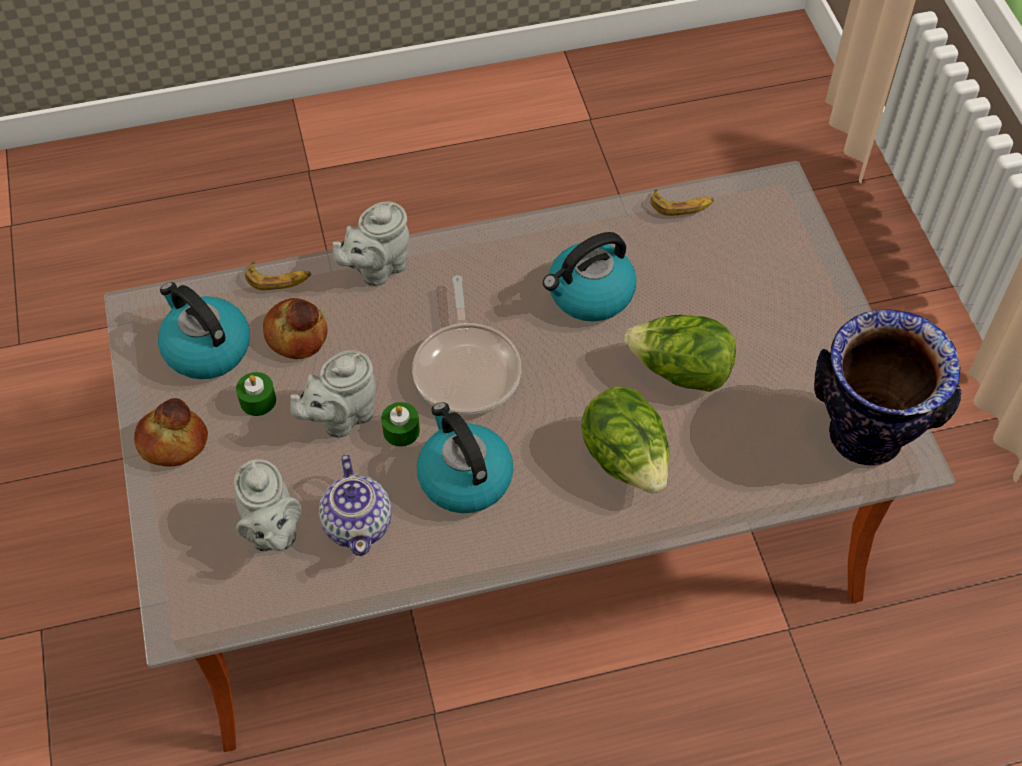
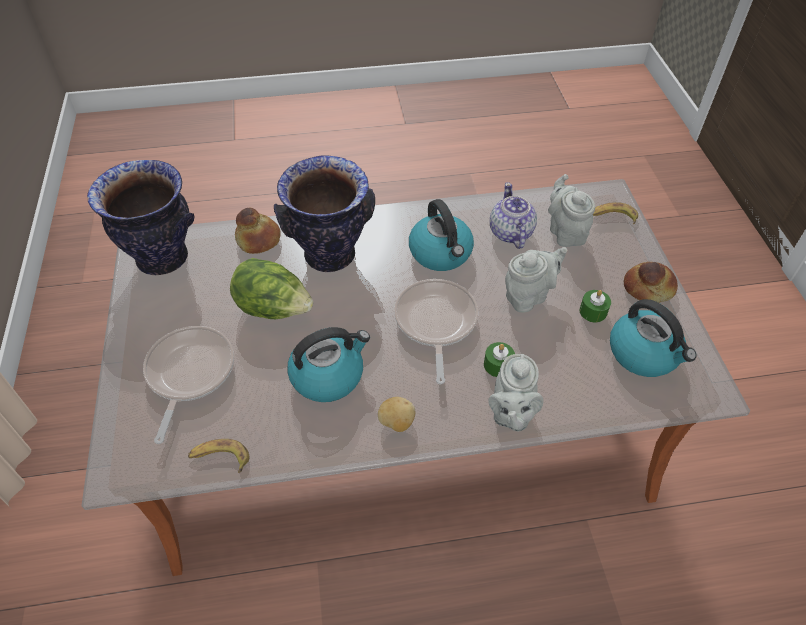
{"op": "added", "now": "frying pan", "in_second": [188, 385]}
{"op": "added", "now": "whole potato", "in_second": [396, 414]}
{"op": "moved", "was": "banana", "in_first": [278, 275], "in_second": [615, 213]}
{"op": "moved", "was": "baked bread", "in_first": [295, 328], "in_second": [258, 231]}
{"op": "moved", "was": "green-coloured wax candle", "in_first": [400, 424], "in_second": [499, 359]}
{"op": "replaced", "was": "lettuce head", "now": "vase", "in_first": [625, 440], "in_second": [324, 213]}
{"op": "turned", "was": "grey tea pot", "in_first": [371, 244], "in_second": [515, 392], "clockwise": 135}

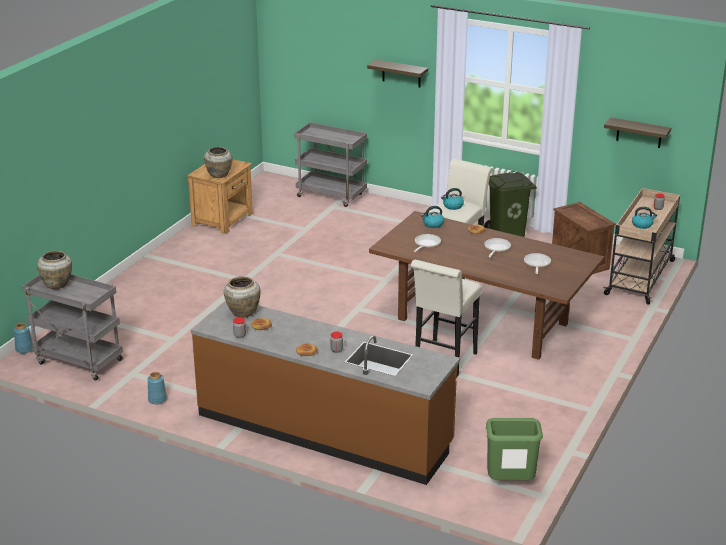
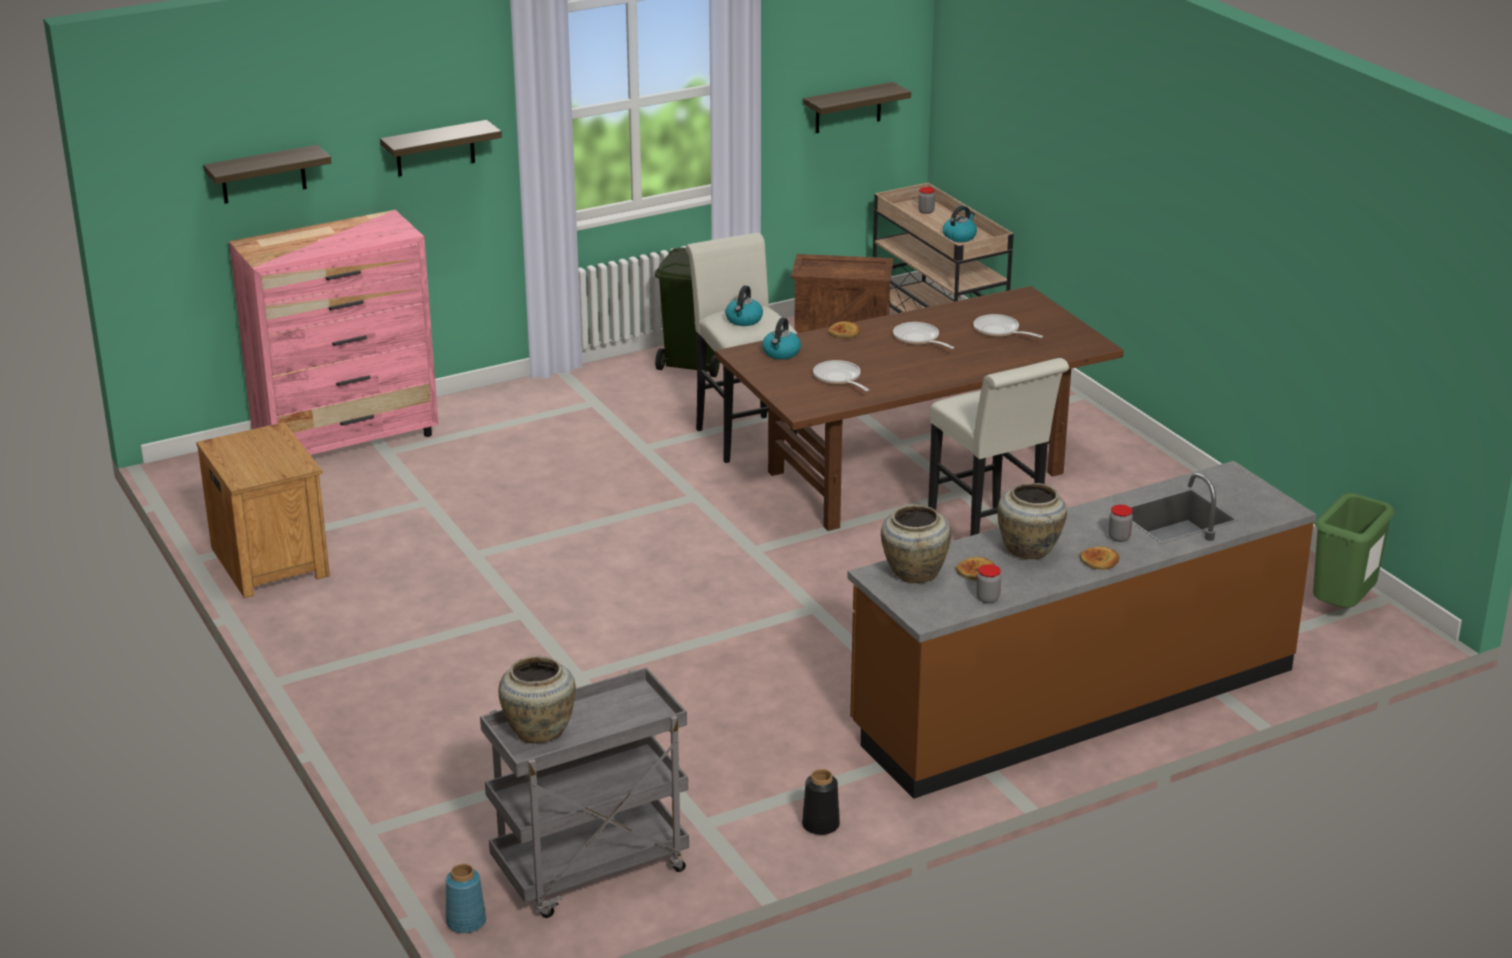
{"op": "added", "now": "shelf", "in_second": [267, 174]}
{"op": "moved", "was": "beige vase", "in_first": [218, 162], "in_second": [1032, 521]}
{"op": "replaced", "was": "grey trolley", "now": "pinkish dresser", "in_first": [330, 164], "in_second": [333, 332]}
{"op": "recoloured", "was": "blue vase", "now": "black-coloured vase", "in_first": [157, 388], "in_second": [821, 802]}

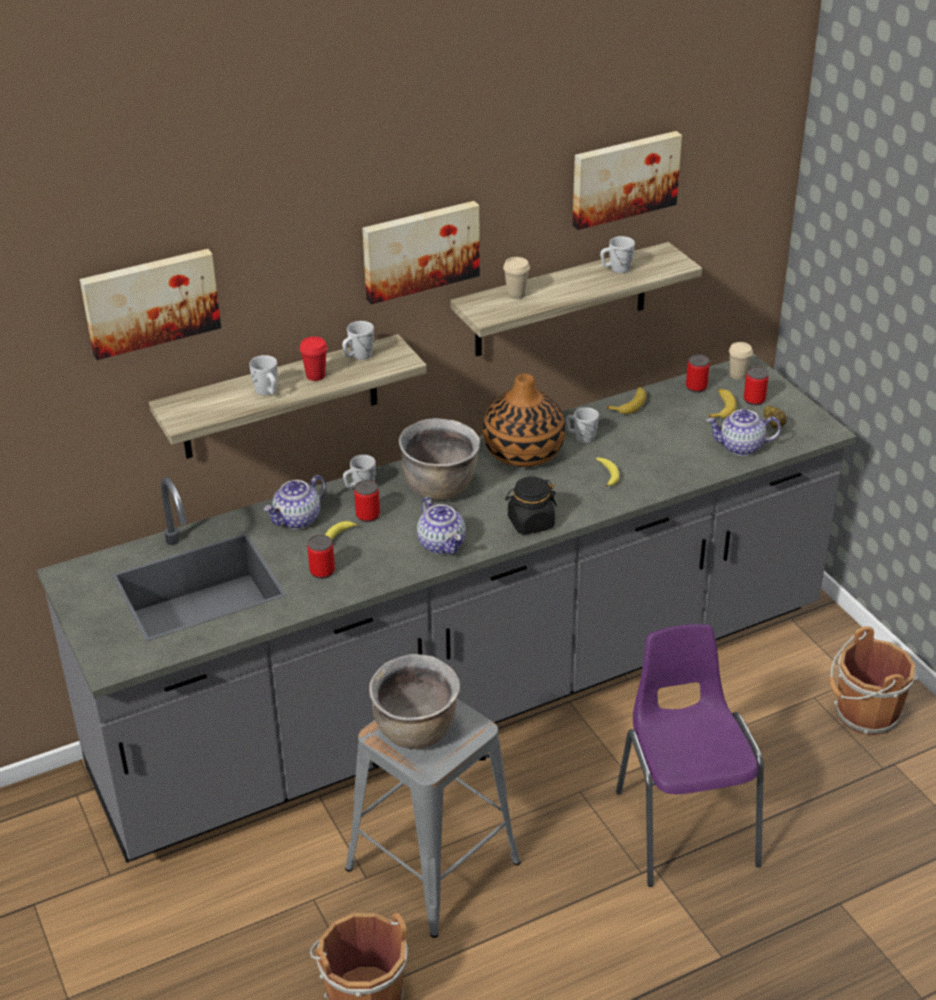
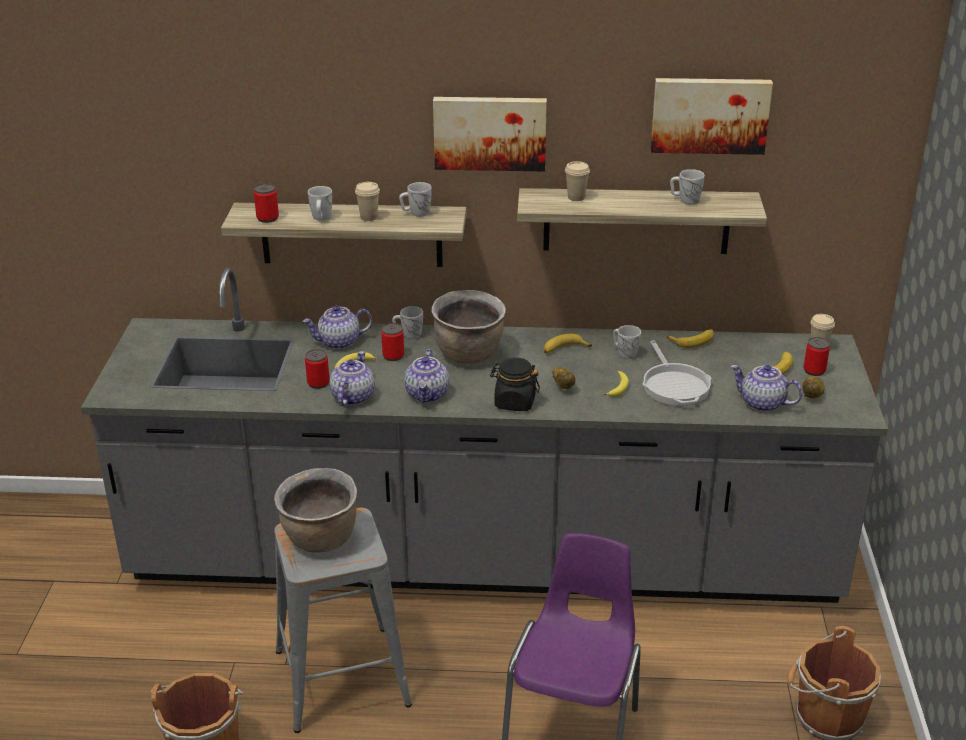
{"op": "removed", "was": "picture", "in_first": [150, 304]}
{"op": "added", "now": "tea pot", "in_second": [352, 378]}
{"op": "added", "now": "whole potato", "in_second": [564, 378]}
{"op": "added", "now": "frying pan", "in_second": [677, 373]}
{"op": "moved", "was": "can", "in_first": [698, 373], "in_second": [266, 203]}
{"op": "replaced", "was": "vase", "now": "banana", "in_first": [524, 420], "in_second": [568, 343]}
{"op": "recoloured", "was": "red-coloured small cup", "now": "beige small cup", "in_first": [314, 359], "in_second": [367, 201]}

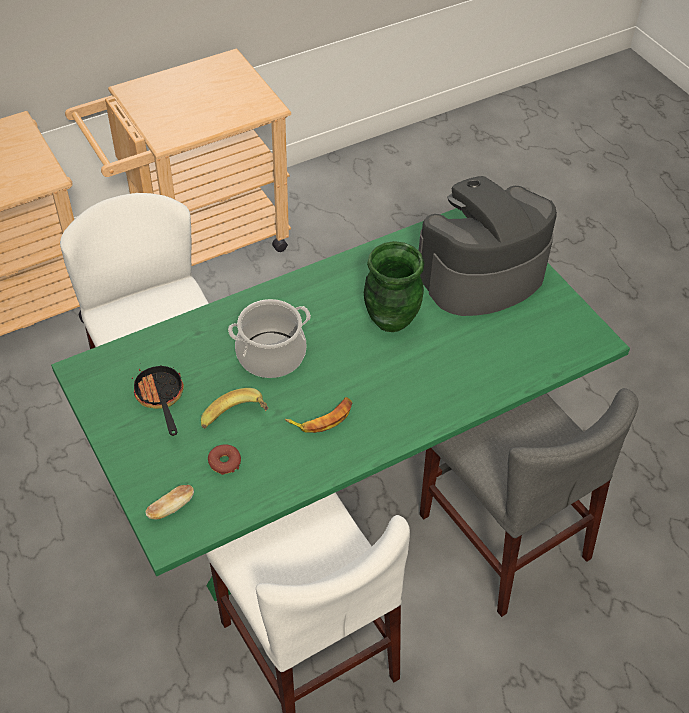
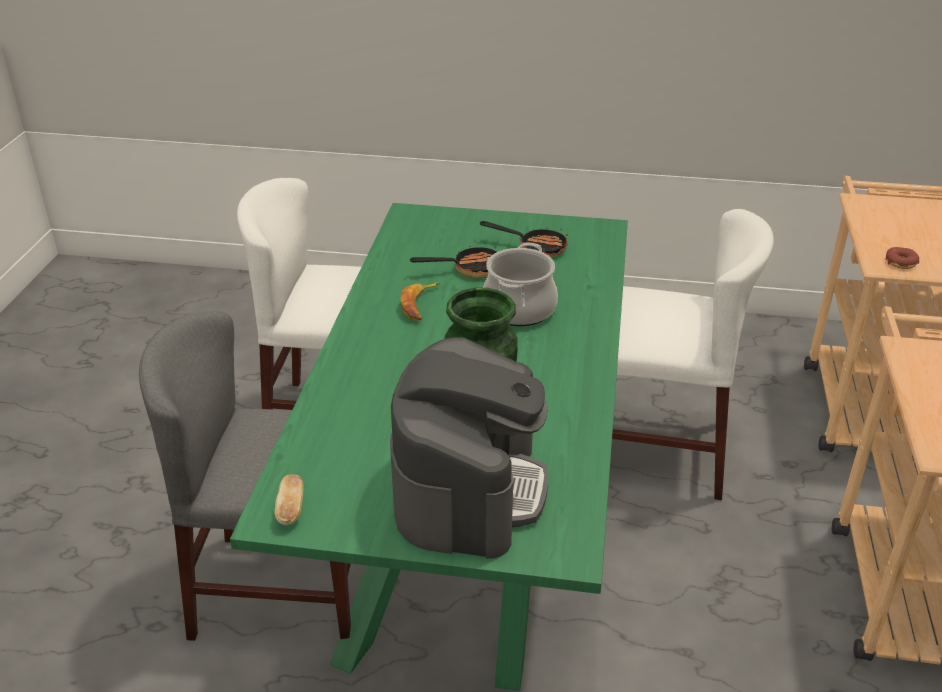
{"op": "moved", "was": "baked bread", "in_first": [169, 502], "in_second": [289, 499]}
{"op": "moved", "was": "ring doughnut", "in_first": [224, 459], "in_second": [902, 258]}
{"op": "replaced", "was": "banana", "now": "frying pan", "in_first": [234, 408], "in_second": [454, 260]}

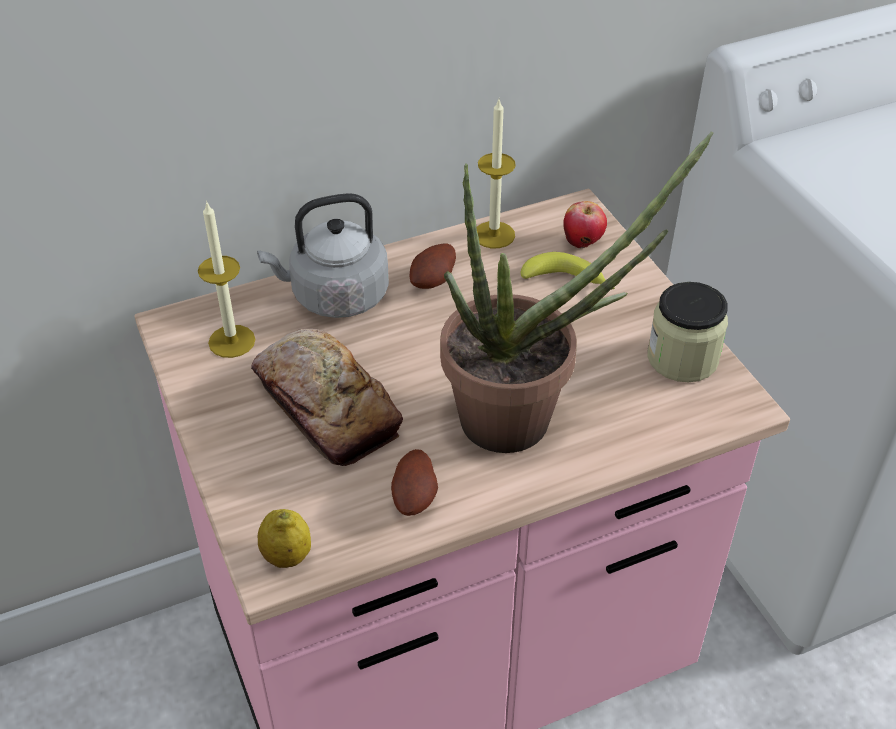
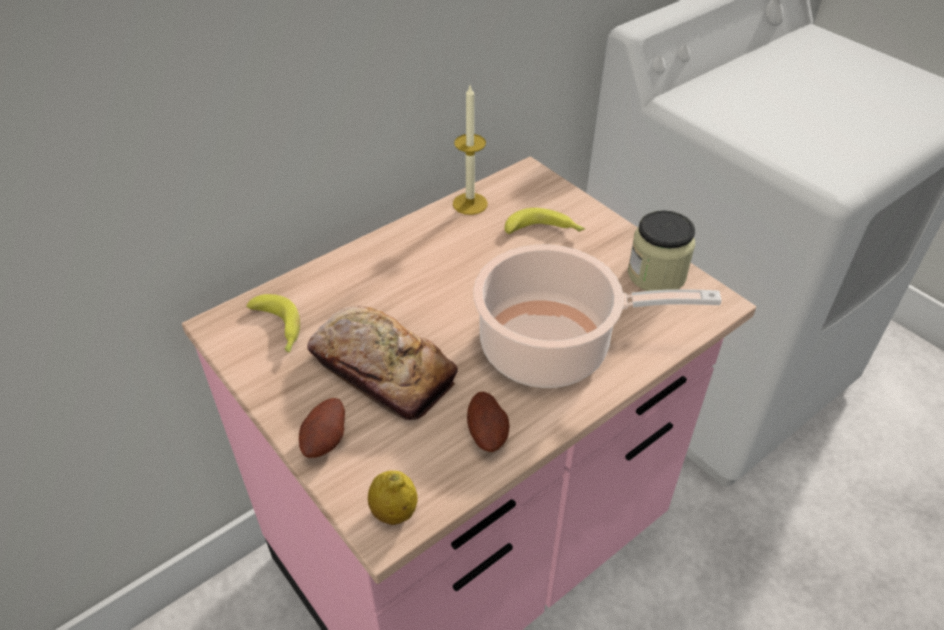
{"op": "removed", "was": "grey water kettle", "in_first": [323, 255]}
{"op": "removed", "was": "apple fruit", "in_first": [585, 225]}
{"op": "moved", "was": "whole potato", "in_first": [432, 266], "in_second": [322, 428]}
{"op": "replaced", "was": "wax candle", "now": "banana", "in_first": [226, 279], "in_second": [273, 323]}
{"op": "replaced", "was": "houseplant", "now": "stockpot", "in_first": [577, 292], "in_second": [597, 316]}

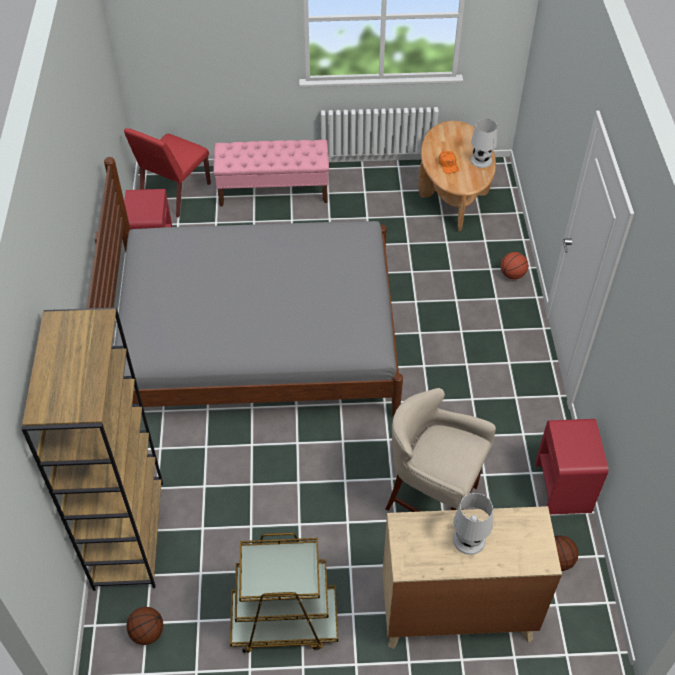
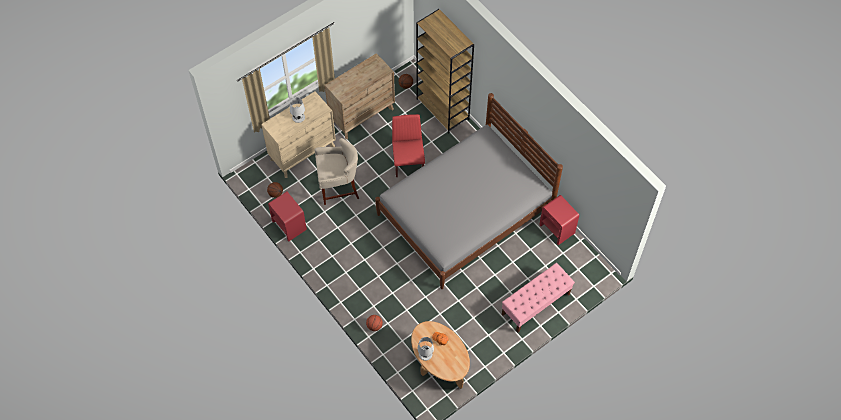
{"op": "moved", "was": "red-coloured upright chair", "in_first": [167, 173], "in_second": [408, 145]}
{"op": "replaced", "was": "brown trolley", "now": "brown dresser", "in_first": [284, 593], "in_second": [360, 96]}

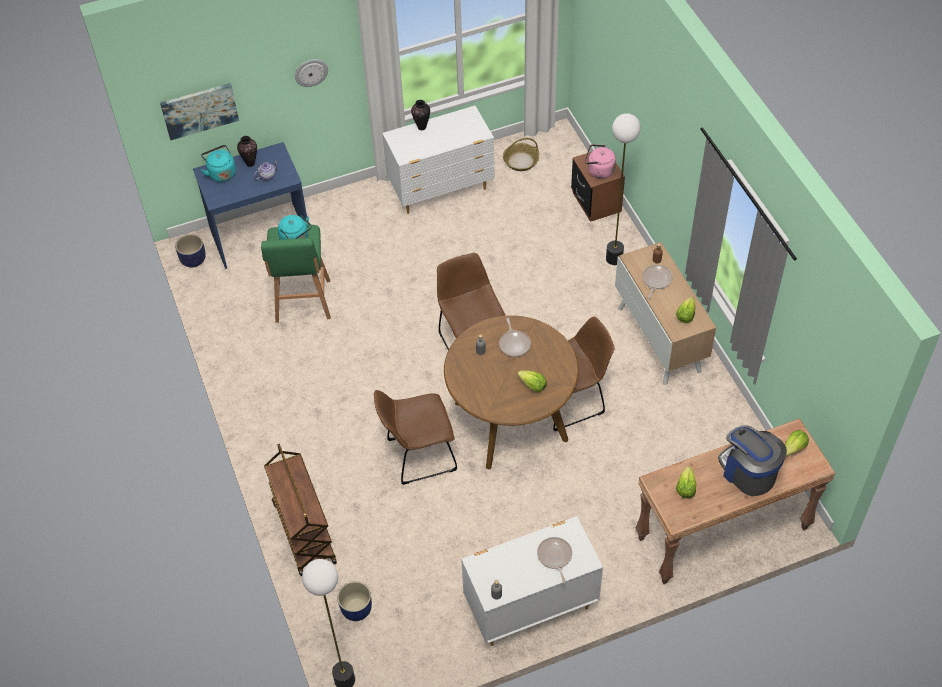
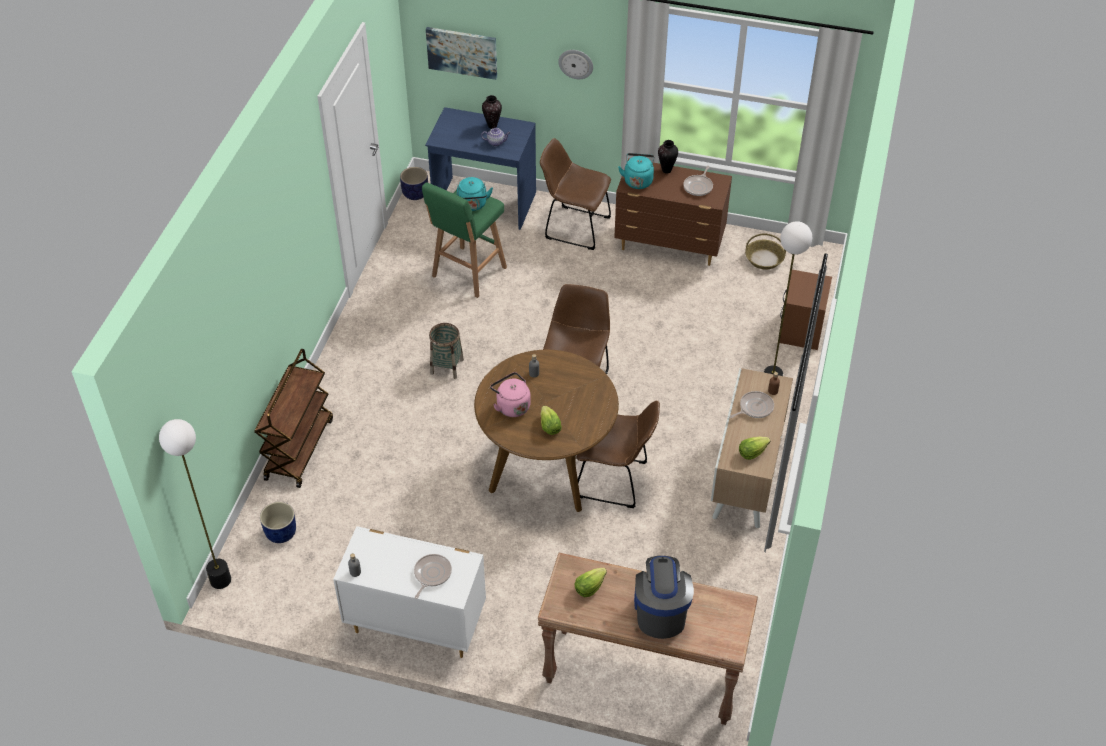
{"op": "removed", "was": "lettuce head", "in_first": [797, 443]}
{"op": "added", "now": "storage basket", "in_second": [446, 351]}
{"op": "moved", "was": "blue-green water kettle", "in_first": [218, 163], "in_second": [636, 171]}
{"op": "moved", "was": "brown upright chair", "in_first": [415, 437], "in_second": [575, 194]}
{"op": "moved", "was": "frying pan", "in_first": [515, 337], "in_second": [698, 181]}
{"op": "moved", "was": "pinkish water kettle", "in_first": [600, 161], "in_second": [510, 394]}
{"op": "recoloured", "was": "white-coloured dresser", "now": "brown dresser", "in_first": [438, 160], "in_second": [673, 212]}

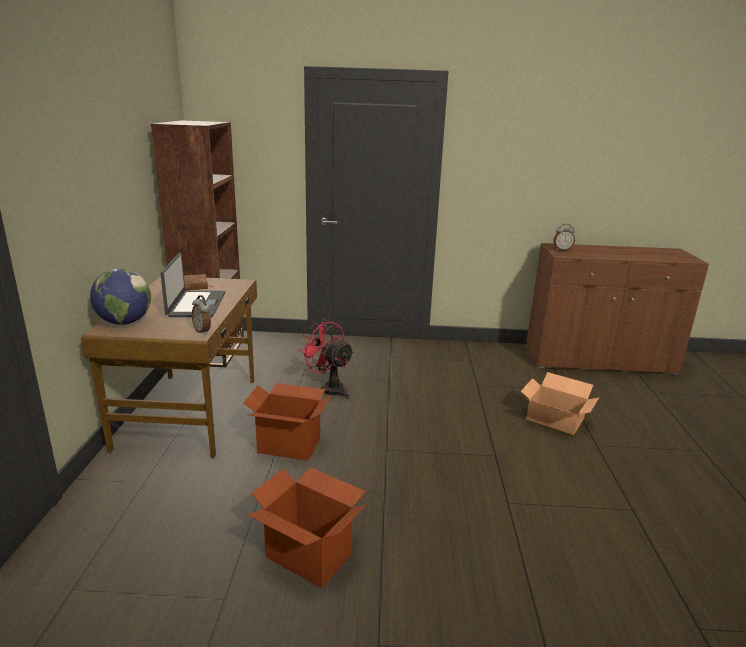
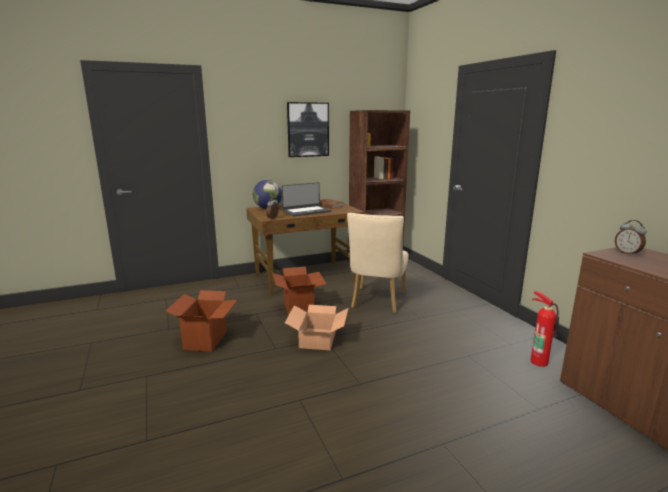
{"op": "added", "now": "picture", "in_second": [308, 129]}
{"op": "added", "now": "fire-fighting cylinder", "in_second": [545, 329]}
{"op": "moved", "was": "cardboard box", "in_first": [560, 403], "in_second": [316, 327]}
{"op": "replaced", "was": "red-coloured cooling fan", "now": "beige upright chair", "in_first": [326, 359], "in_second": [378, 263]}

